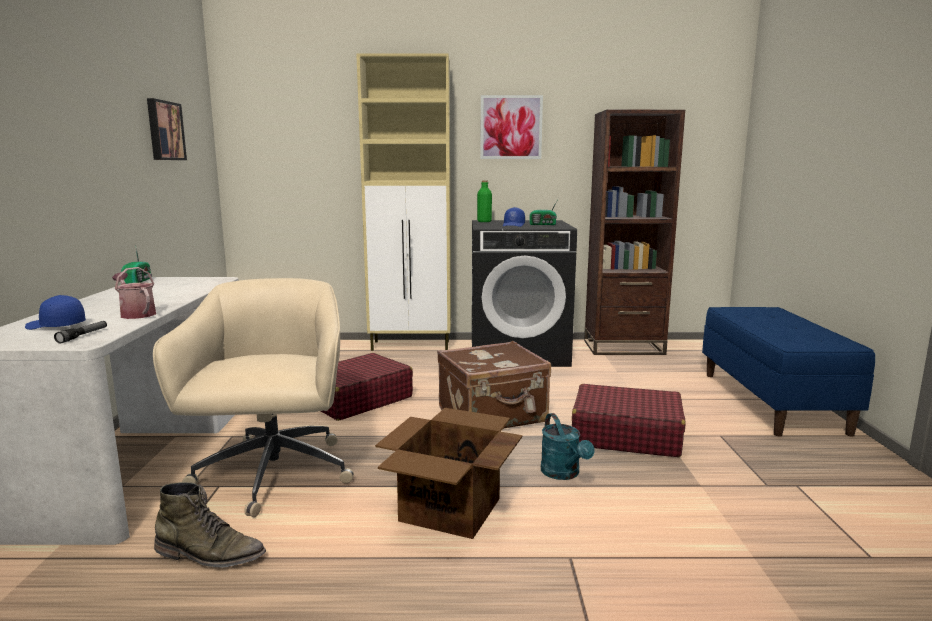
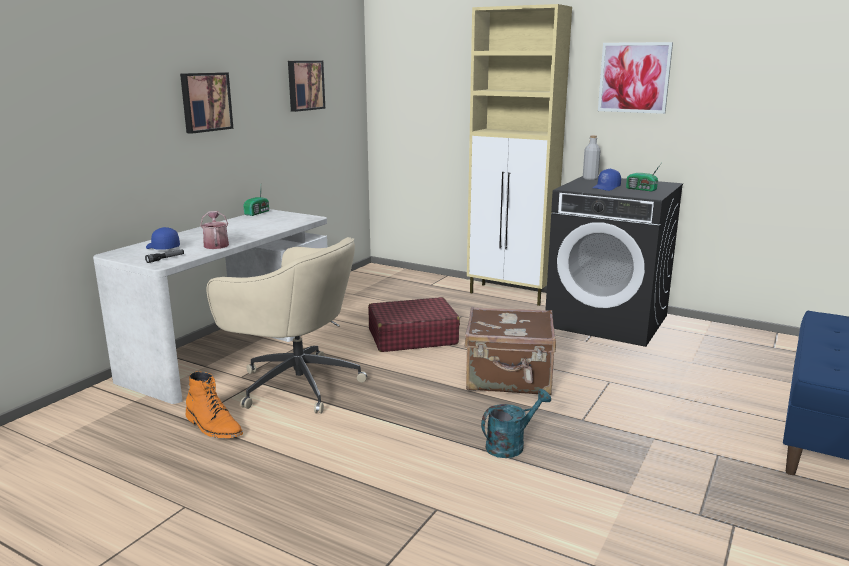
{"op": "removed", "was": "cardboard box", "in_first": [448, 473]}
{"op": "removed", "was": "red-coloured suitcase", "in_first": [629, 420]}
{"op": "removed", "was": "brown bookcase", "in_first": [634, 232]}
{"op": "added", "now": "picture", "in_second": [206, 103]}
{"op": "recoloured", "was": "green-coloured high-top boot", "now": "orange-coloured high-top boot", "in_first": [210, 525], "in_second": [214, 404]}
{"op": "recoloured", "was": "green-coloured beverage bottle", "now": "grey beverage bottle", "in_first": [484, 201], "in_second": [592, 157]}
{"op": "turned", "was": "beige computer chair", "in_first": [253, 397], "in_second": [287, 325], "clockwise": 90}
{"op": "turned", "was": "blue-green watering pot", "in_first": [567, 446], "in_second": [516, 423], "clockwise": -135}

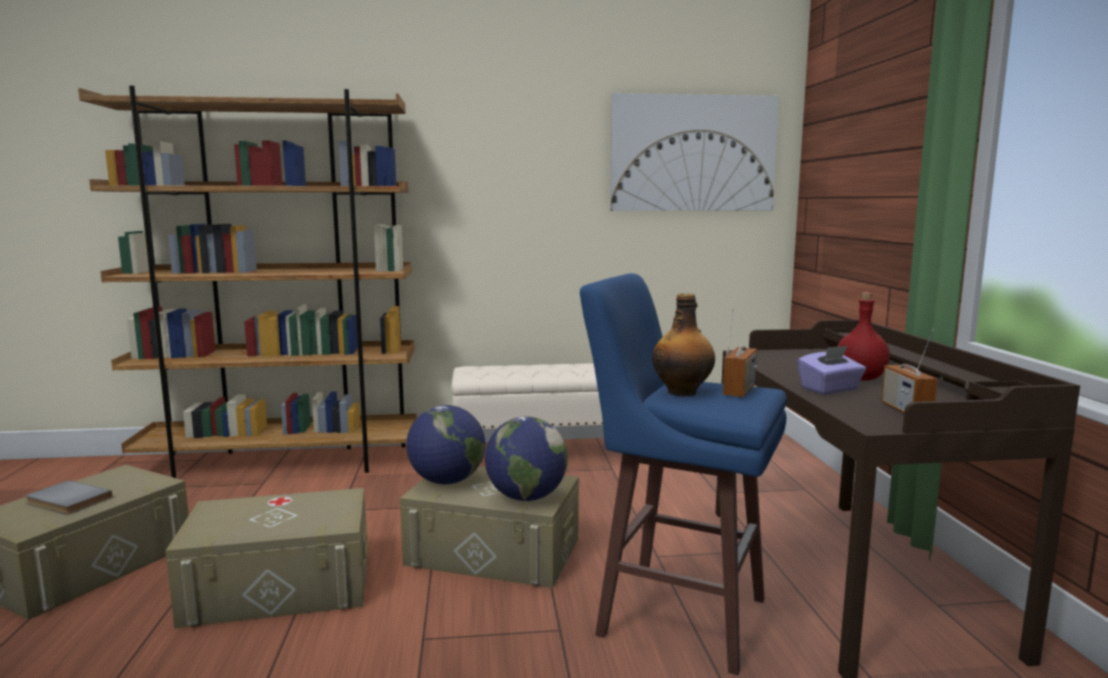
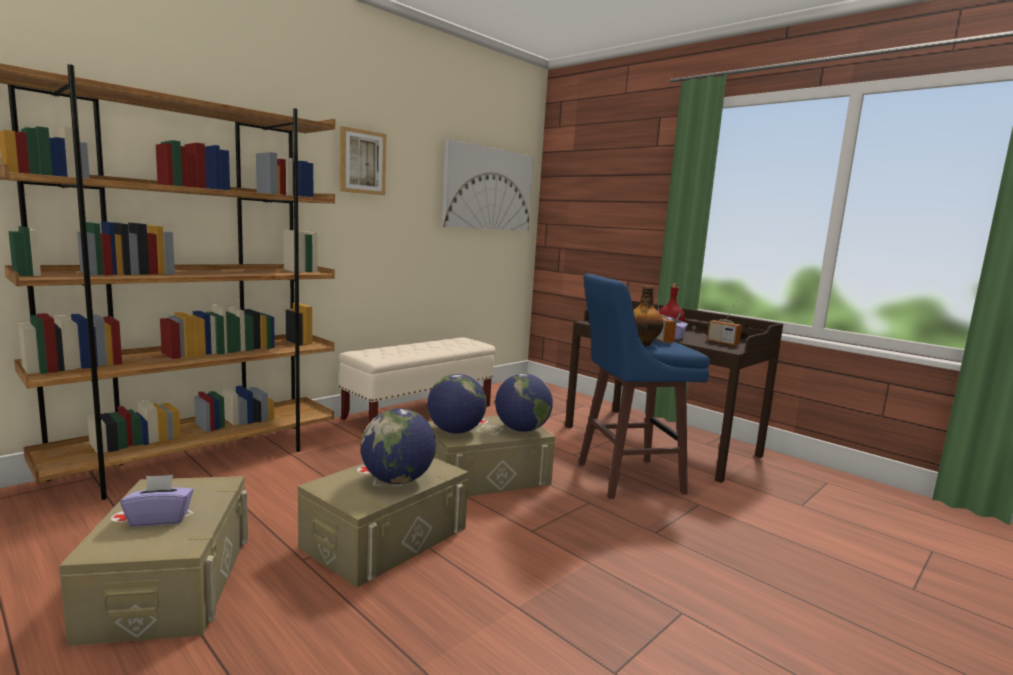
{"op": "added", "now": "picture", "in_second": [363, 160]}
{"op": "added", "now": "world globe", "in_second": [398, 446]}
{"op": "replaced", "was": "grey volume", "now": "purple box of tissues", "in_first": [69, 497], "in_second": [157, 501]}

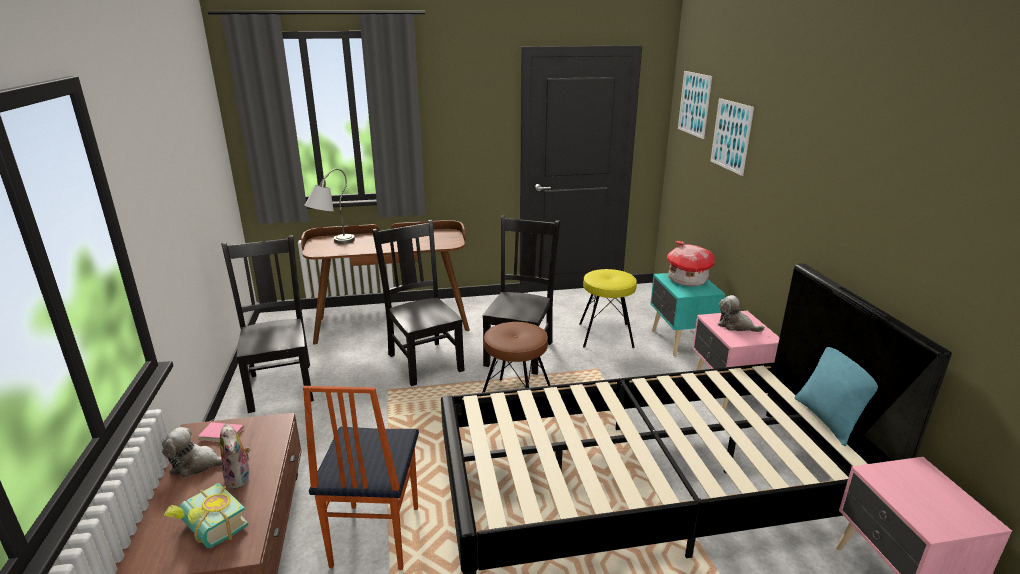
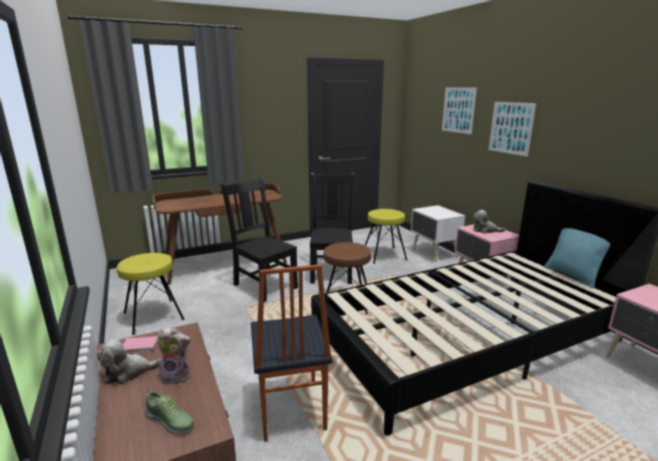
{"op": "removed", "was": "grey tabletop lamp", "in_first": [329, 206]}
{"op": "removed", "was": "toy house", "in_first": [691, 263]}
{"op": "moved", "was": "picture", "in_first": [695, 105], "in_second": [512, 129]}
{"op": "replaced", "was": "volume", "now": "low shoe", "in_first": [206, 515], "in_second": [169, 411]}
{"op": "replaced", "was": "black-coloured upright chair", "now": "yellow sitting stool", "in_first": [267, 324], "in_second": [151, 294]}
{"op": "recoloured", "was": "blue-green bedside table", "now": "white-coloured bedside table", "in_first": [688, 314], "in_second": [438, 233]}
{"op": "turned", "was": "cuddly toy", "in_first": [235, 456], "in_second": [174, 356], "clockwise": -45}

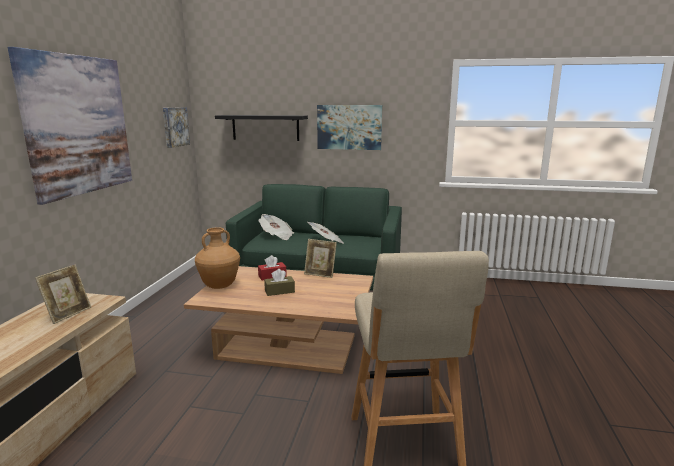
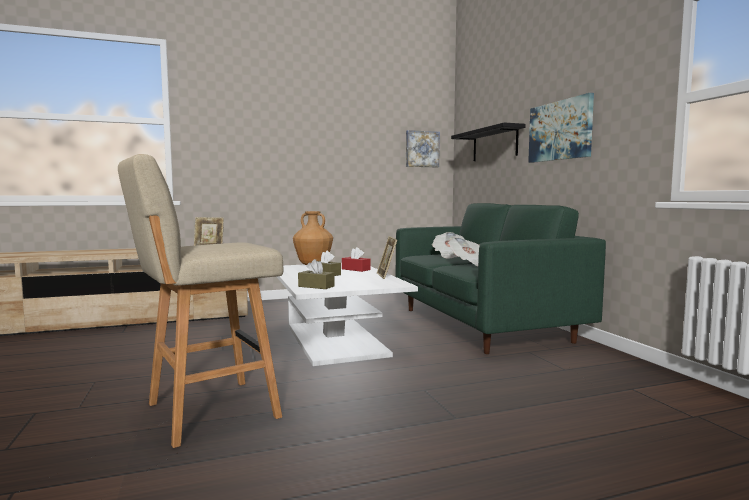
{"op": "removed", "was": "picture", "in_first": [70, 126]}
{"op": "added", "now": "brown box of tissues", "in_second": [316, 274]}
{"op": "recoloured", "was": "brown lounge table", "now": "white-coloured lounge table", "in_first": [278, 320], "in_second": [347, 314]}

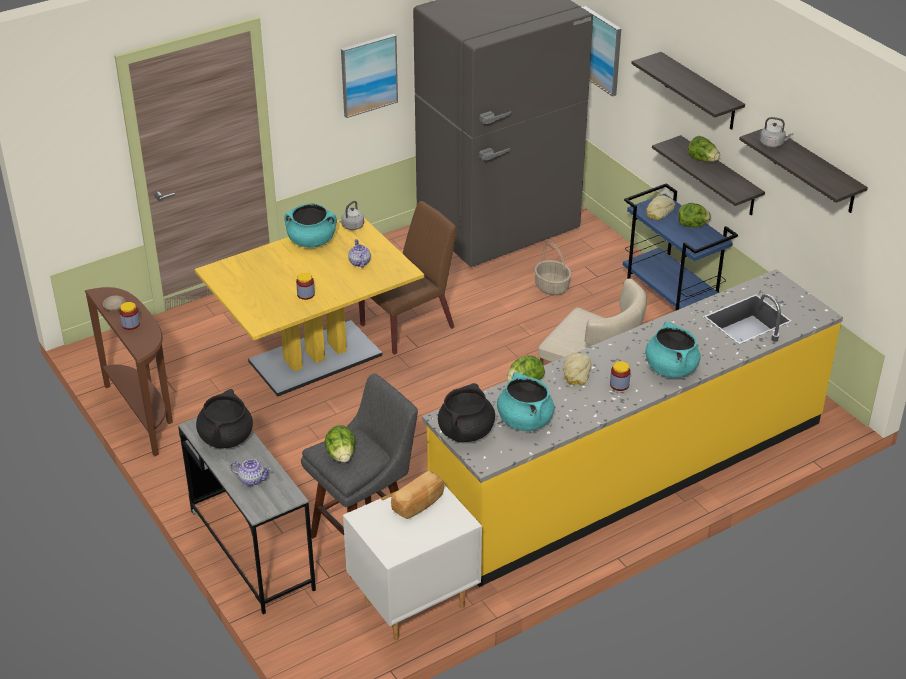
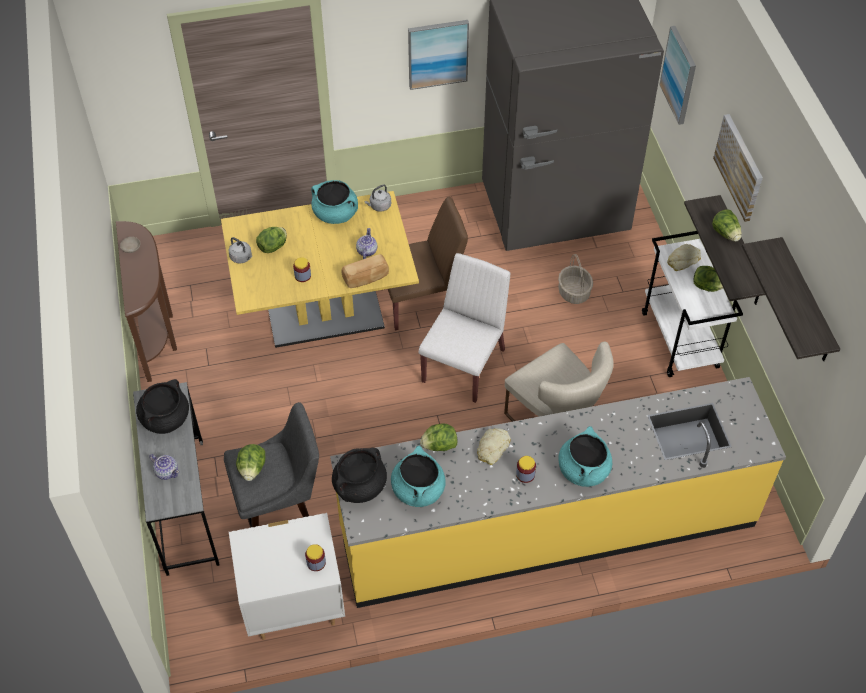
{"op": "added", "now": "lettuce head", "in_second": [271, 240]}
{"op": "added", "now": "white-coloured upright chair", "in_second": [464, 328]}
{"op": "moved", "was": "preserve jar", "in_first": [129, 316], "in_second": [315, 557]}
{"op": "moved", "was": "baked bread", "in_first": [417, 495], "in_second": [365, 271]}
{"op": "moved", "was": "grey water kettle", "in_first": [776, 132], "in_second": [240, 250]}
{"op": "replaced", "was": "shelf", "now": "picture", "in_first": [688, 91], "in_second": [738, 168]}
{"op": "recoloured", "was": "blue trolley", "now": "white-coloured trolley", "in_first": [680, 247], "in_second": [692, 304]}

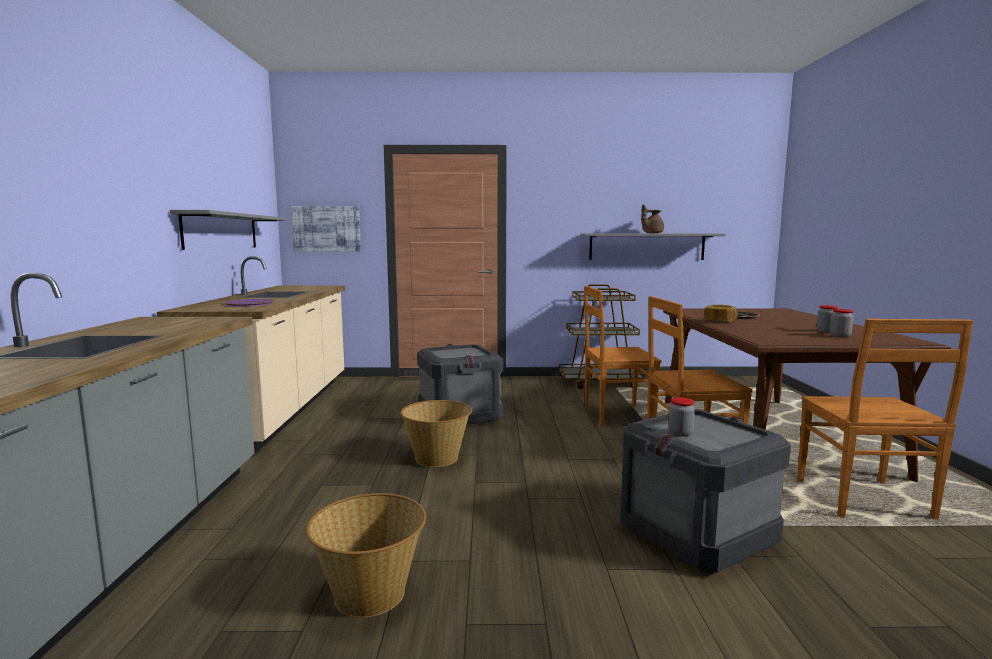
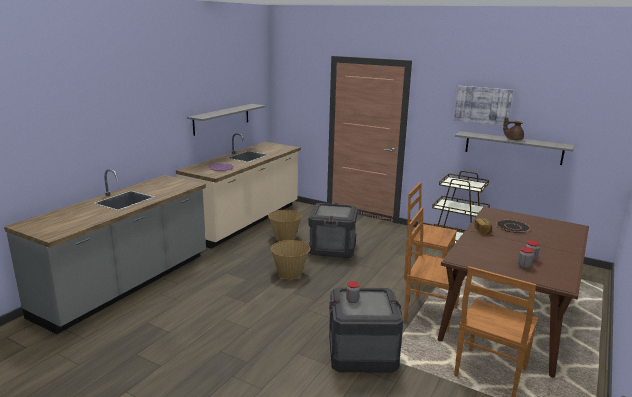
{"op": "moved", "was": "picture", "in_first": [326, 228], "in_second": [483, 106]}
{"op": "moved", "was": "storage basket", "in_first": [366, 555], "in_second": [285, 225]}

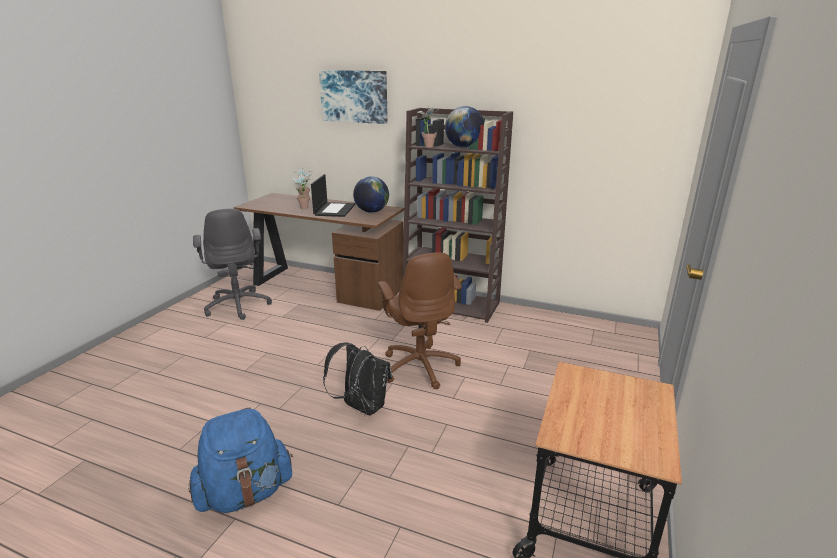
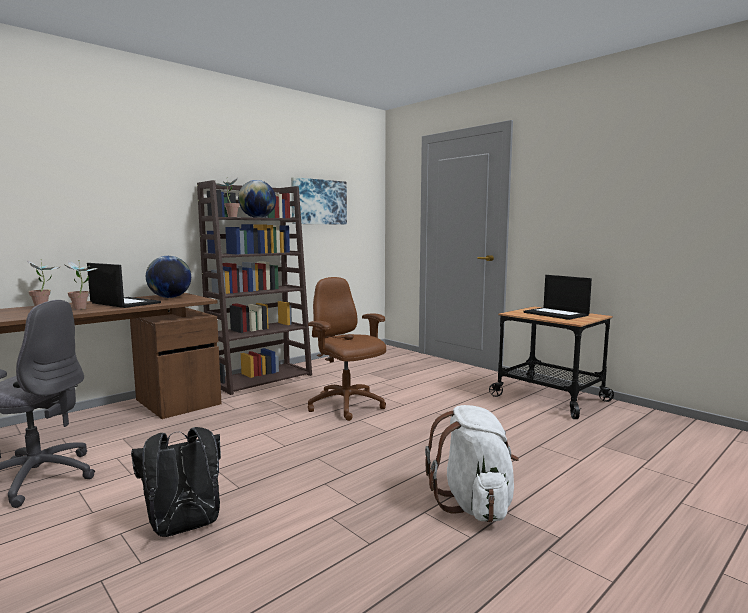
{"op": "added", "now": "notebook computer", "in_second": [557, 297]}
{"op": "moved", "was": "picture", "in_first": [353, 97], "in_second": [319, 201]}
{"op": "moved", "was": "black-coloured knapsack", "in_first": [357, 378], "in_second": [176, 482]}
{"op": "recoloured", "was": "blue knapsack", "now": "white-coloured knapsack", "in_first": [240, 460], "in_second": [472, 463]}
{"op": "turned", "was": "brown computer chair", "in_first": [419, 320], "in_second": [347, 349], "clockwise": -135}

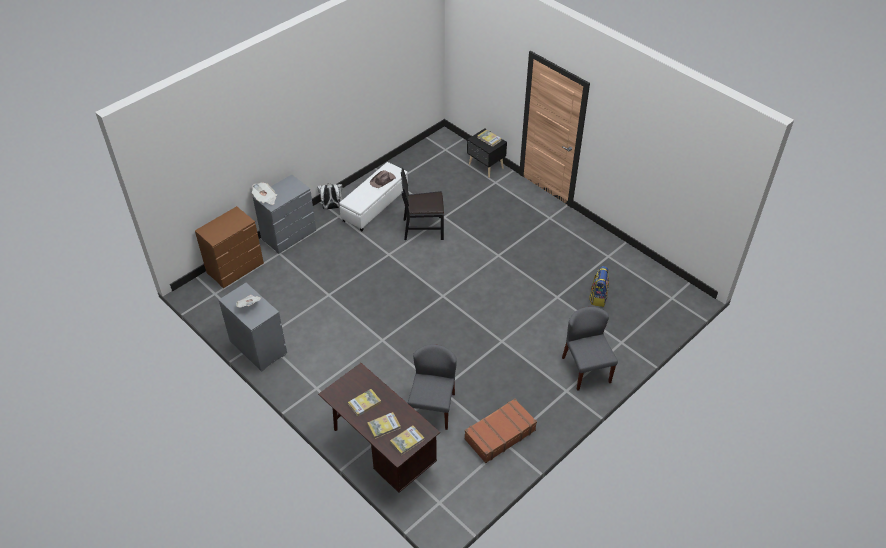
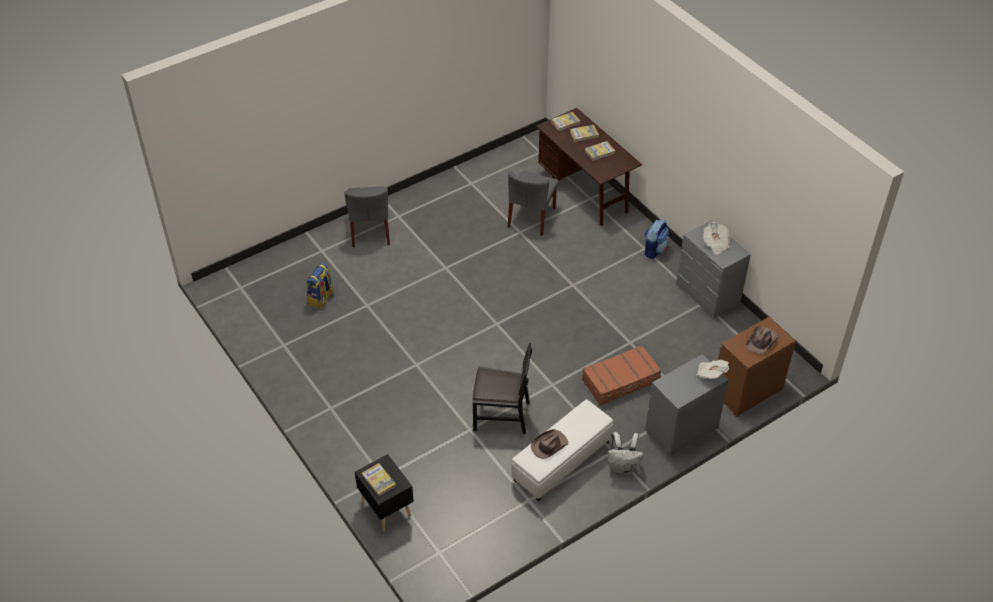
{"op": "added", "now": "knapsack", "in_second": [656, 239]}
{"op": "added", "now": "brown hat", "in_second": [762, 340]}
{"op": "moved", "was": "brown suitcase", "in_first": [500, 430], "in_second": [621, 375]}

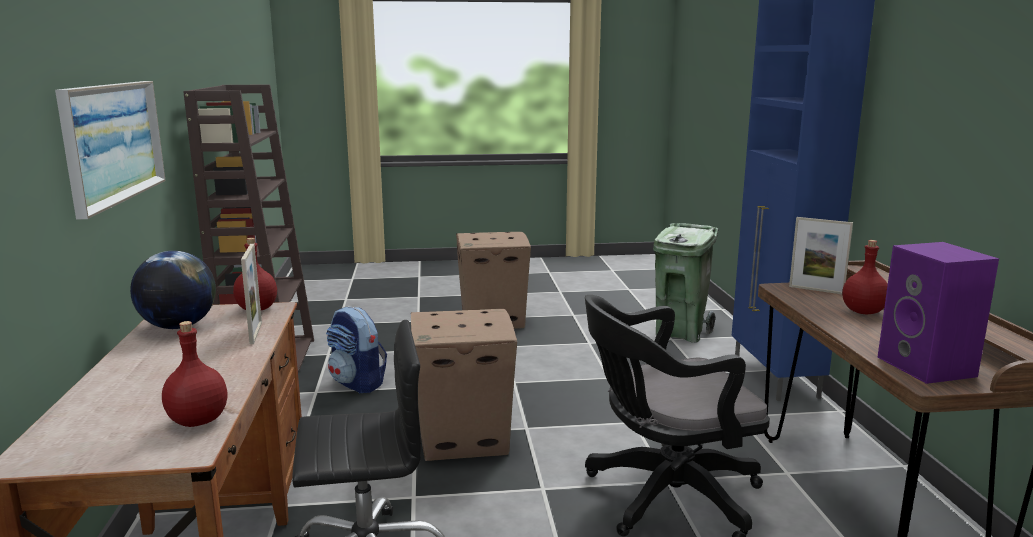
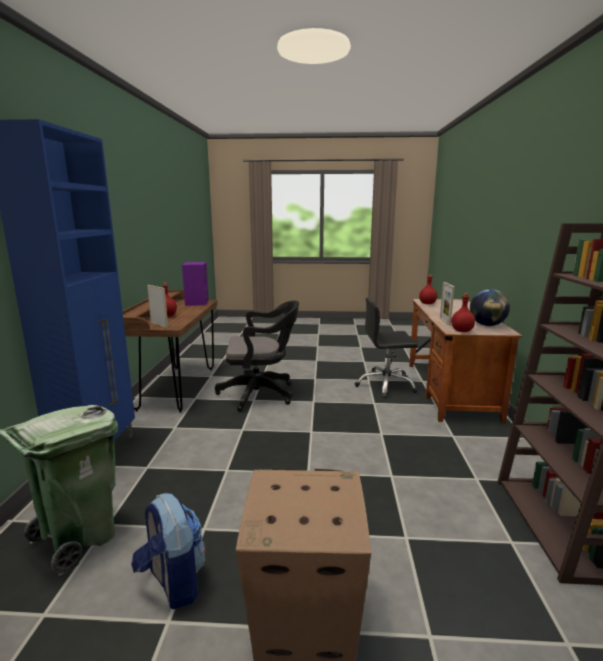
{"op": "removed", "was": "picture", "in_first": [110, 150]}
{"op": "removed", "was": "cardboard box", "in_first": [464, 385]}
{"op": "moved", "was": "knapsack", "in_first": [356, 350], "in_second": [168, 551]}

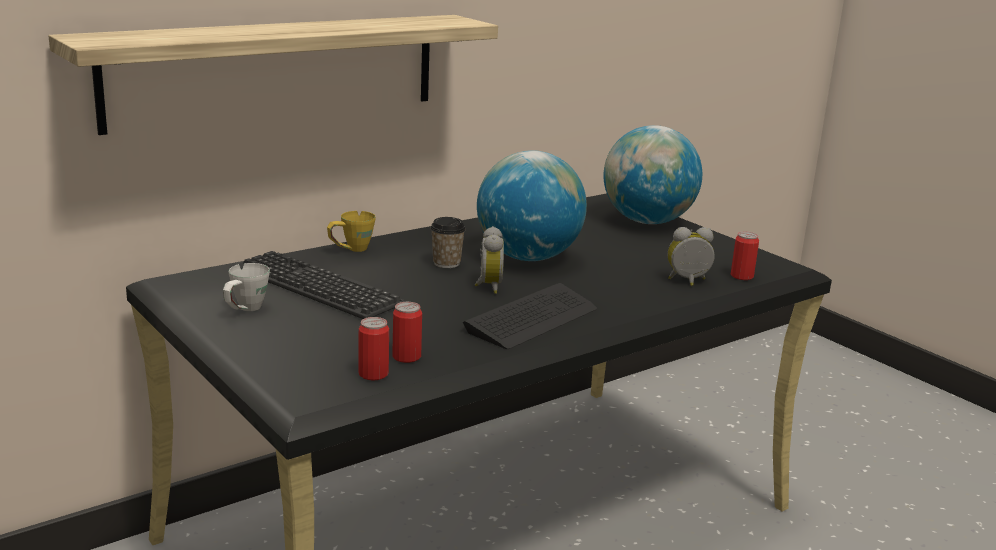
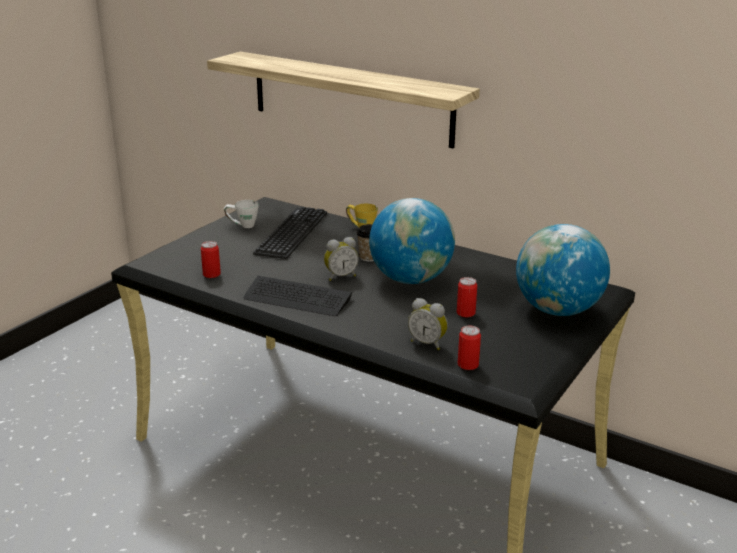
{"op": "moved", "was": "can", "in_first": [373, 349], "in_second": [467, 297]}
{"op": "turned", "was": "table clock", "in_first": [691, 256], "in_second": [428, 324], "clockwise": 150}

